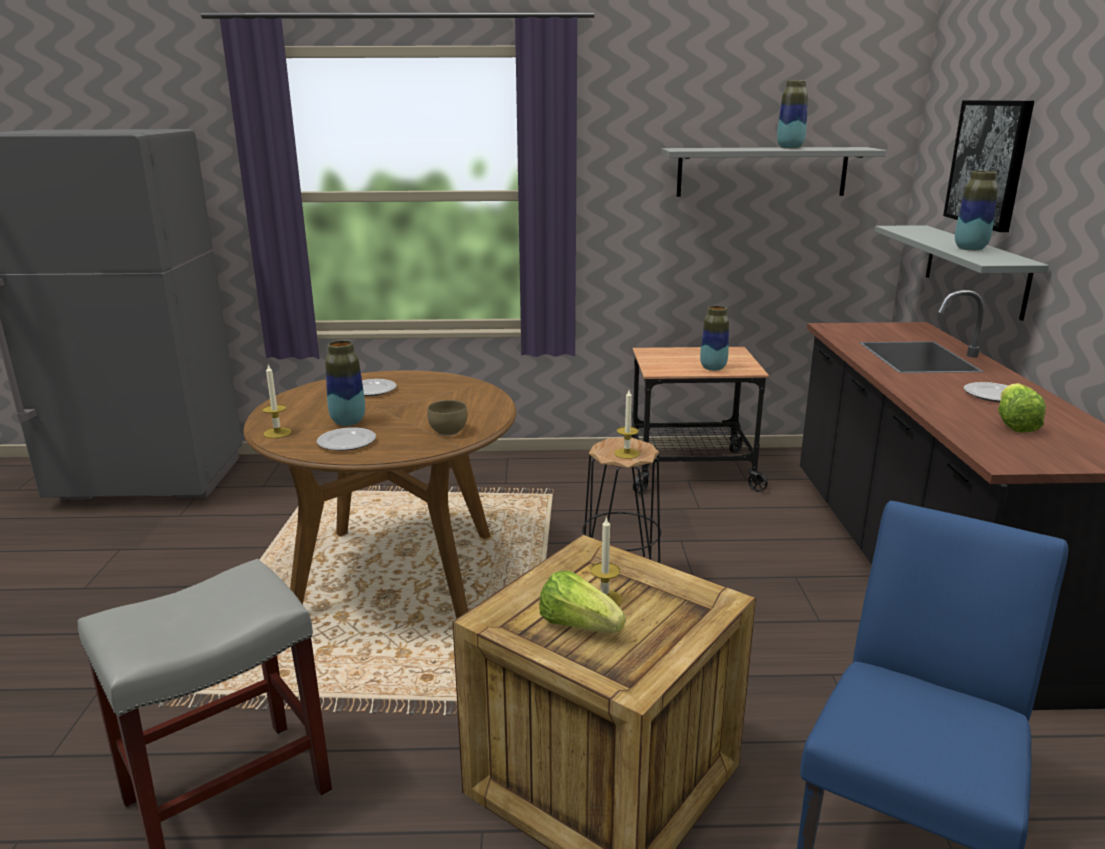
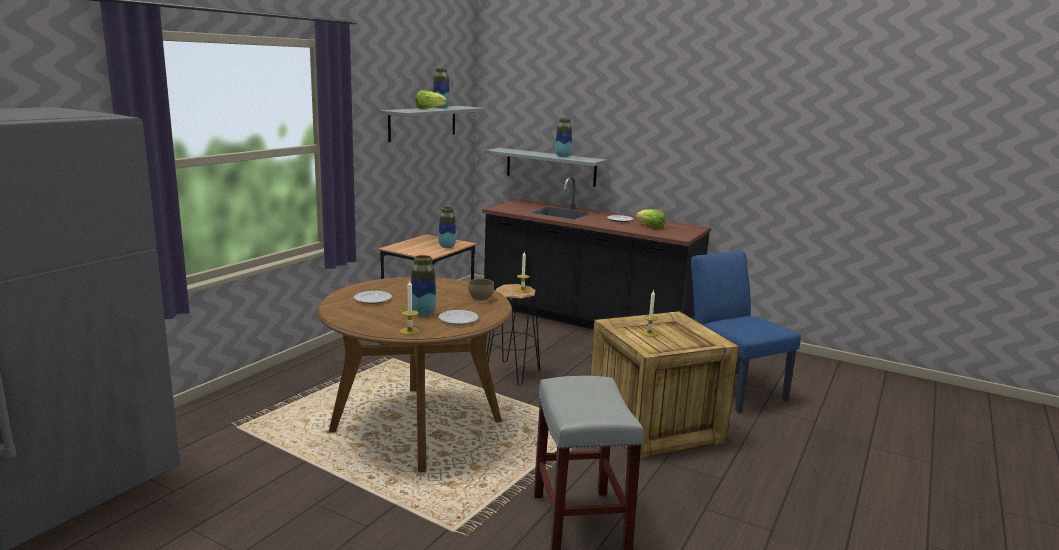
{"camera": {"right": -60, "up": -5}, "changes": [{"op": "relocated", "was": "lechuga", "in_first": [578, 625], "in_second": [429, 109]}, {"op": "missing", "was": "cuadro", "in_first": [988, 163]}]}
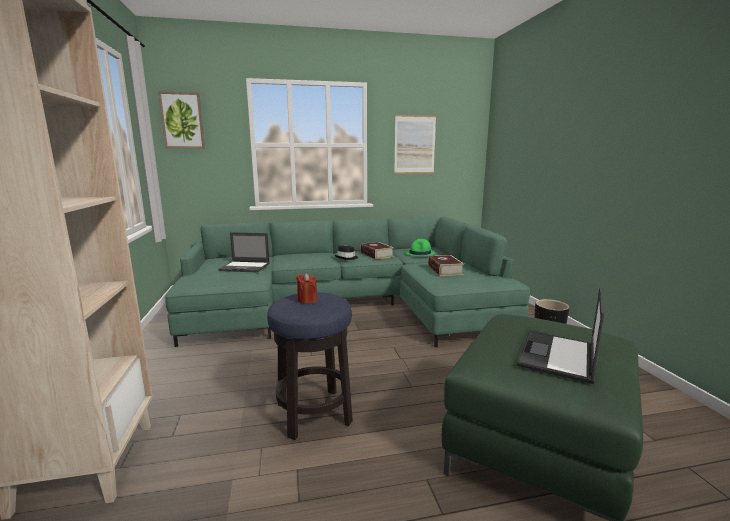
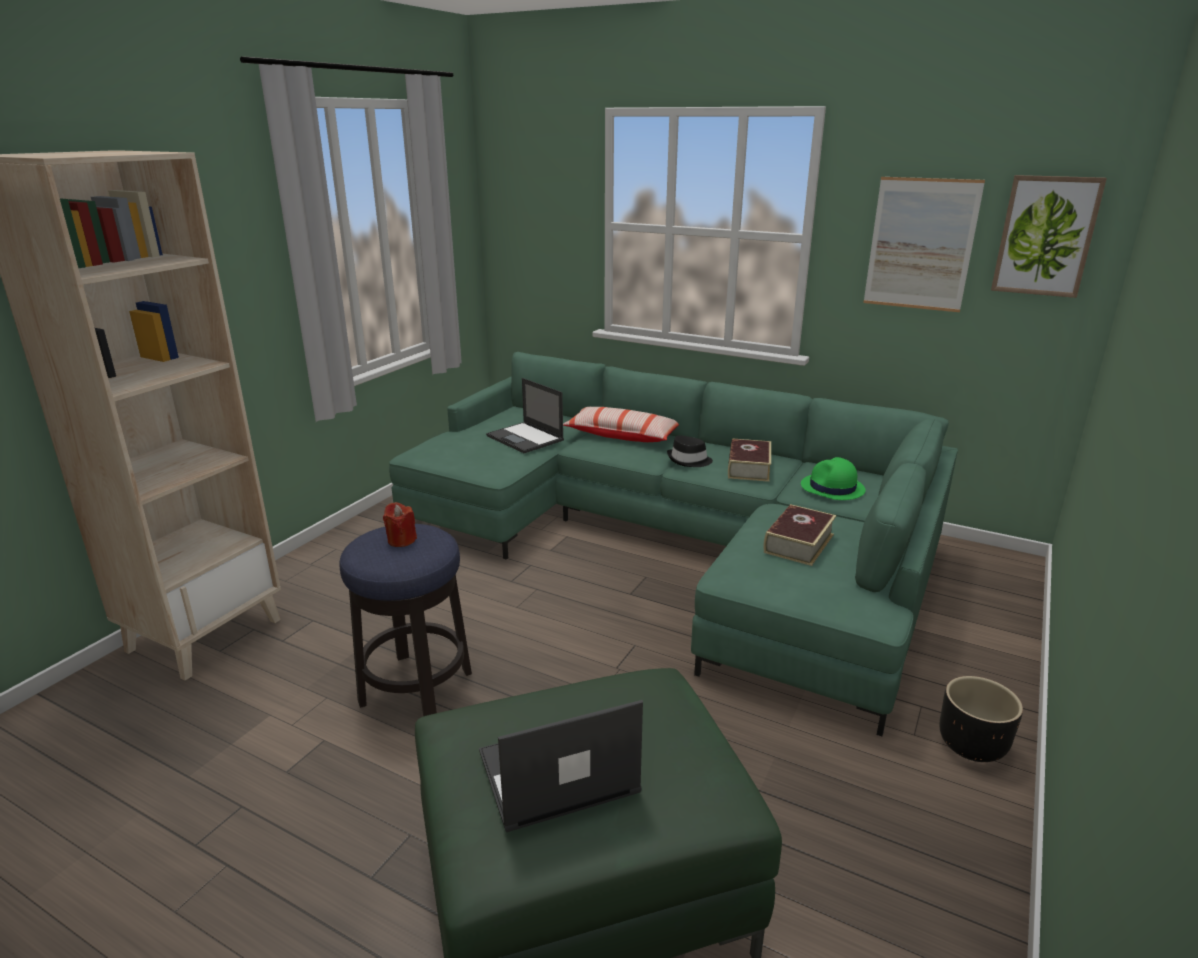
{"camera": {"right": 40, "up": 10}, "changes": [{"op": "appeared", "now": "cojín", "in_second": [622, 435]}, {"op": "relocated", "was": "cuadro", "in_first": [182, 120], "in_second": [1045, 236]}]}
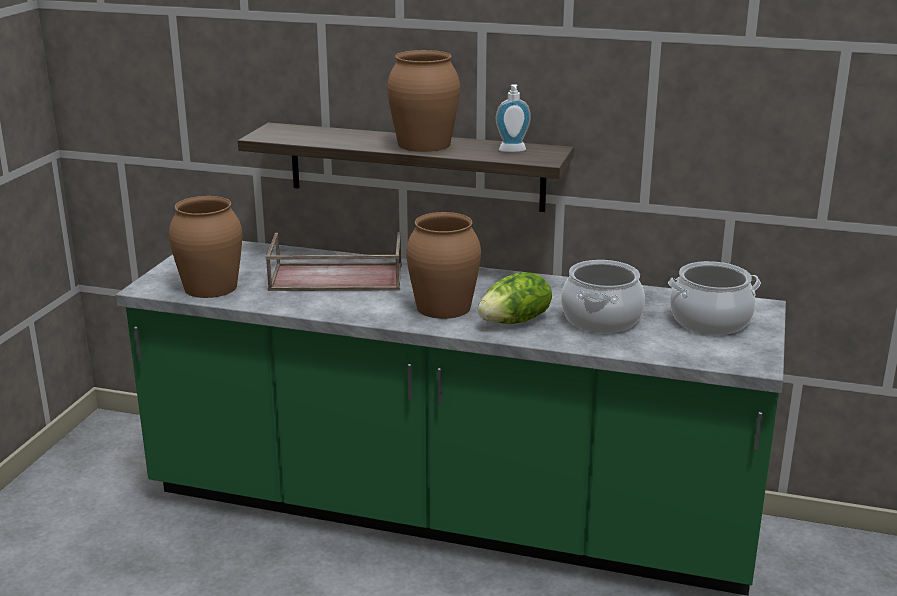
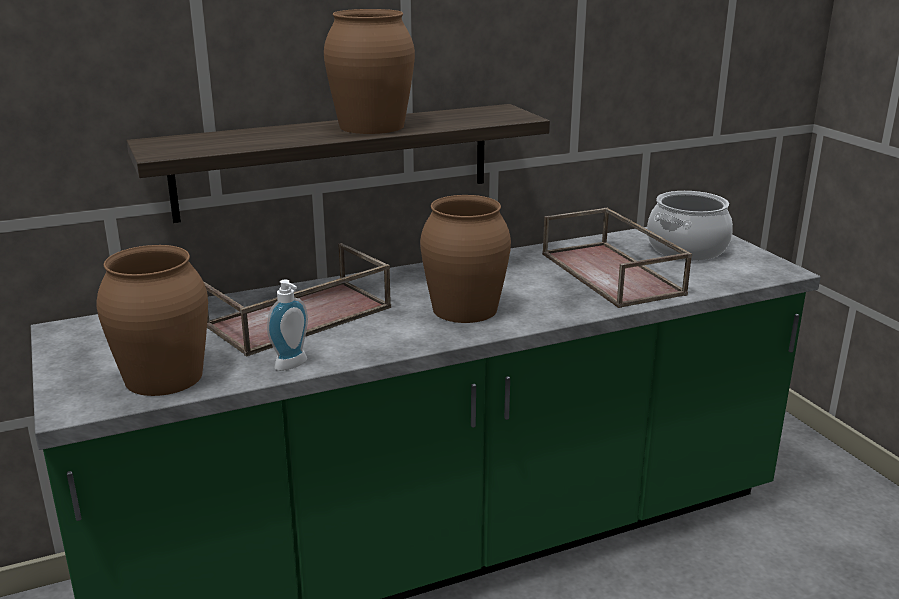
{"camera": {"right": -40, "up": 0}, "changes": [{"op": "relocated", "was": "dispensador de jabón", "in_first": [512, 151], "in_second": [293, 365]}, {"op": "exchanged", "was": "olla", "now": "bandeja/marrón", "in_first": [602, 319], "in_second": [613, 274]}, {"op": "missing", "was": "lechuga", "in_first": [515, 321]}]}
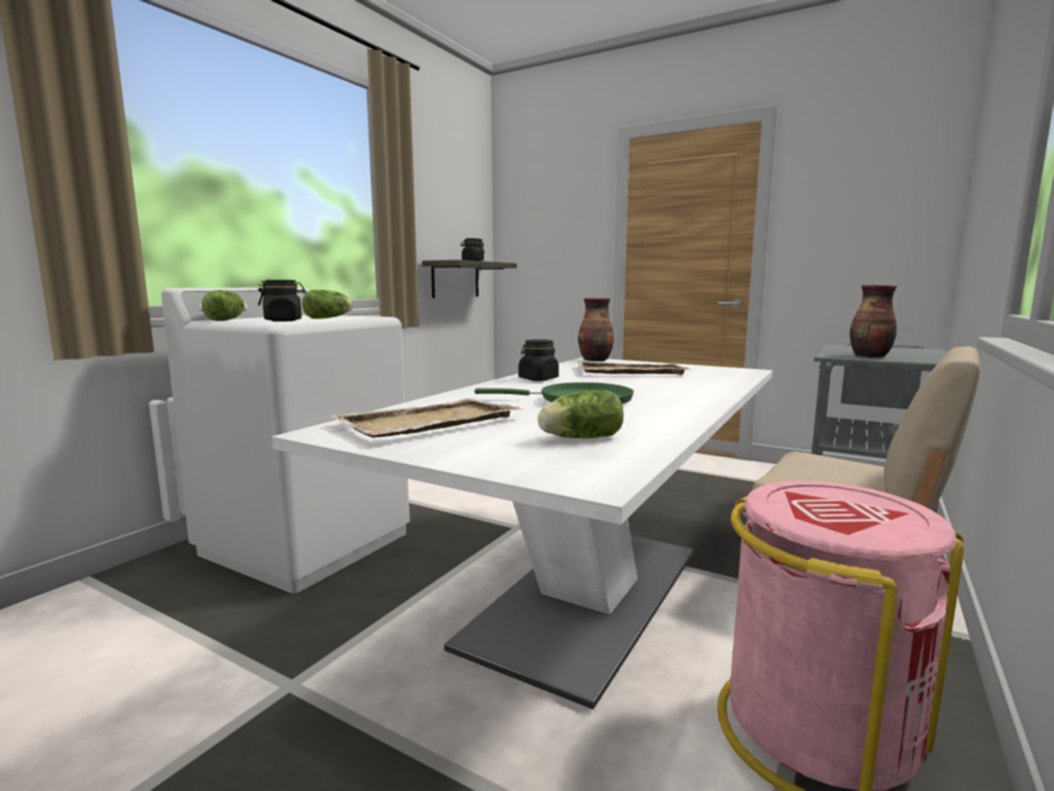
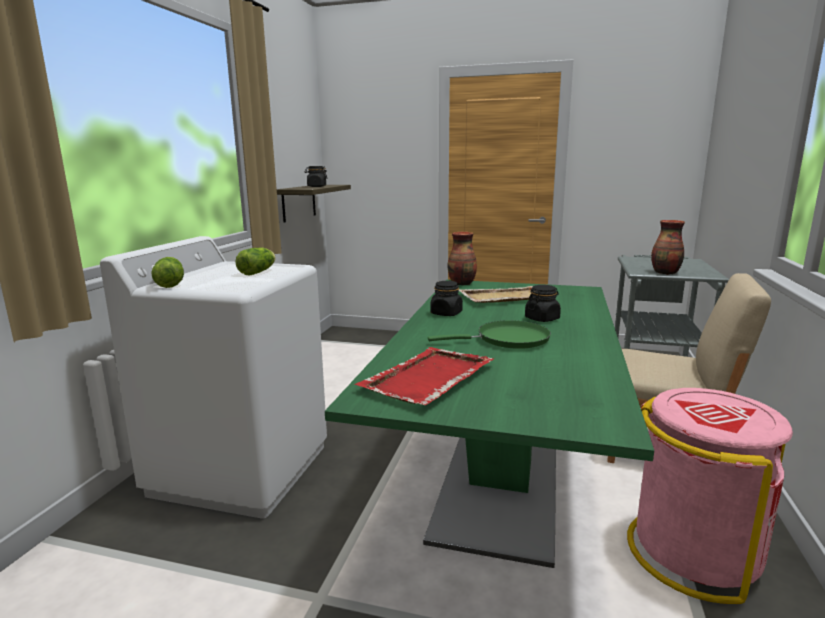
{"camera": {"right": -15, "up": 5}, "changes": [{"op": "colour", "was": "mesa de comedor/blanco", "now": "mesa de comedor/verde", "in_first": [587, 597], "in_second": [500, 480]}, {"op": "colour", "was": "bandeja/beis", "now": "bandeja/rojo", "in_first": [427, 422], "in_second": [427, 379]}, {"op": "relocated", "was": "tarro/negro", "in_first": [284, 320], "in_second": [542, 319]}, {"op": "missing", "was": "lechuga", "in_first": [578, 438]}]}
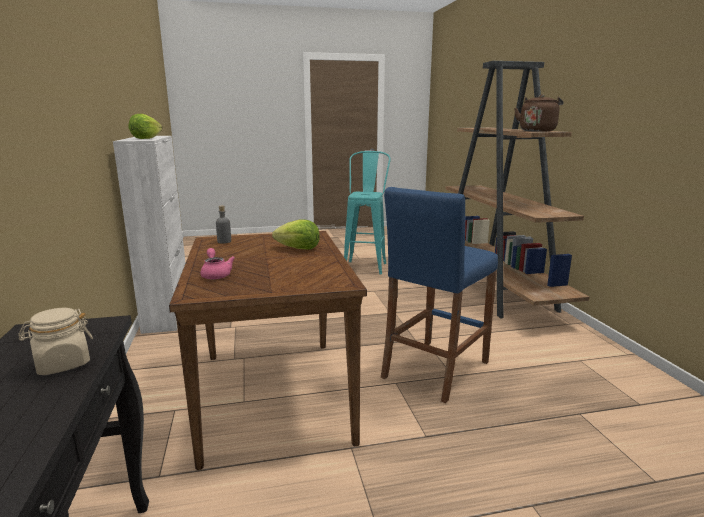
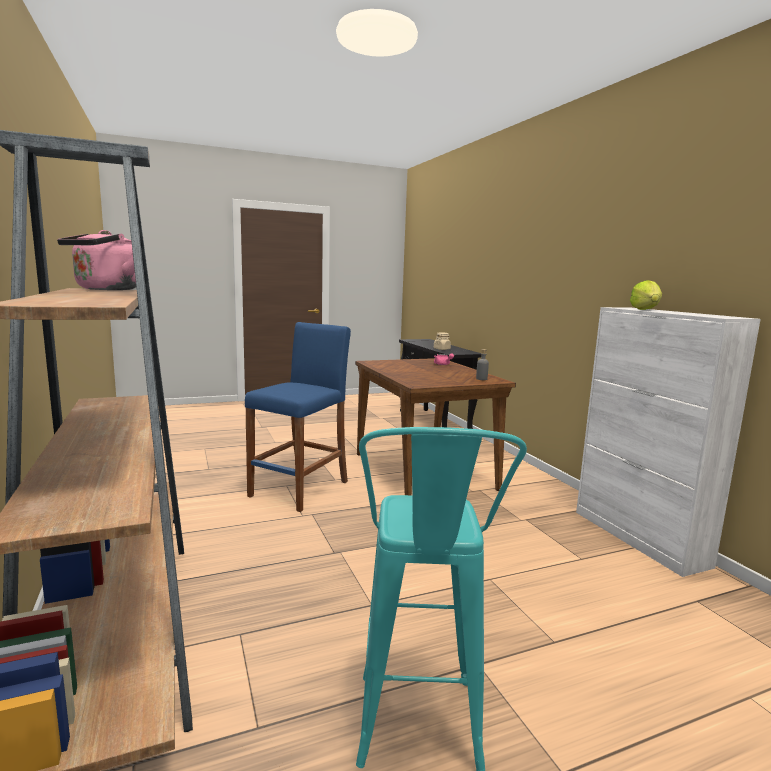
{"camera": {"right": 170, "up": -5}, "changes": [{"op": "colour", "was": "hervidor/marrón", "now": "hervidor/rosa", "in_first": [537, 131], "in_second": [105, 289]}, {"op": "missing", "was": "lechuga", "in_first": [298, 249]}]}
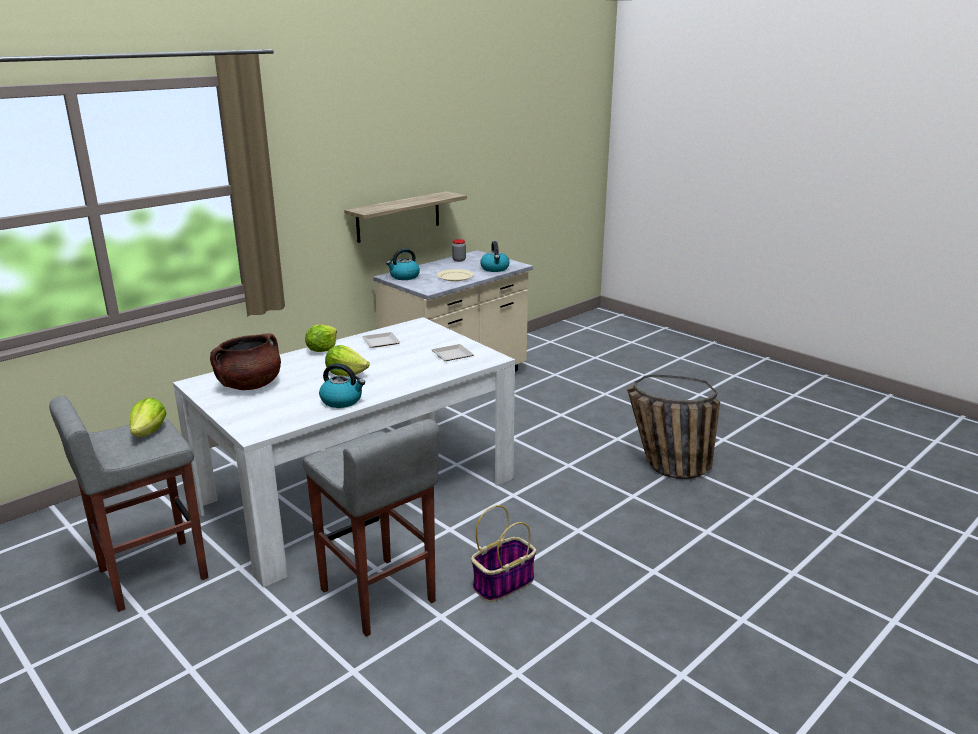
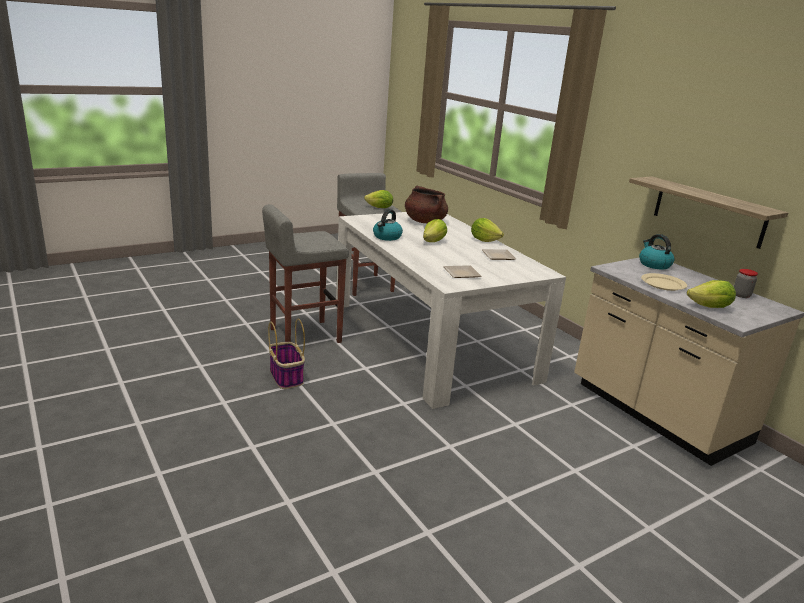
{"camera": {"right": 100, "up": 0}, "changes": [{"op": "exchanged", "was": "hervidor", "now": "lechuga", "in_first": [495, 269], "in_second": [710, 307]}, {"op": "missing", "was": "cesta", "in_first": [664, 467]}]}
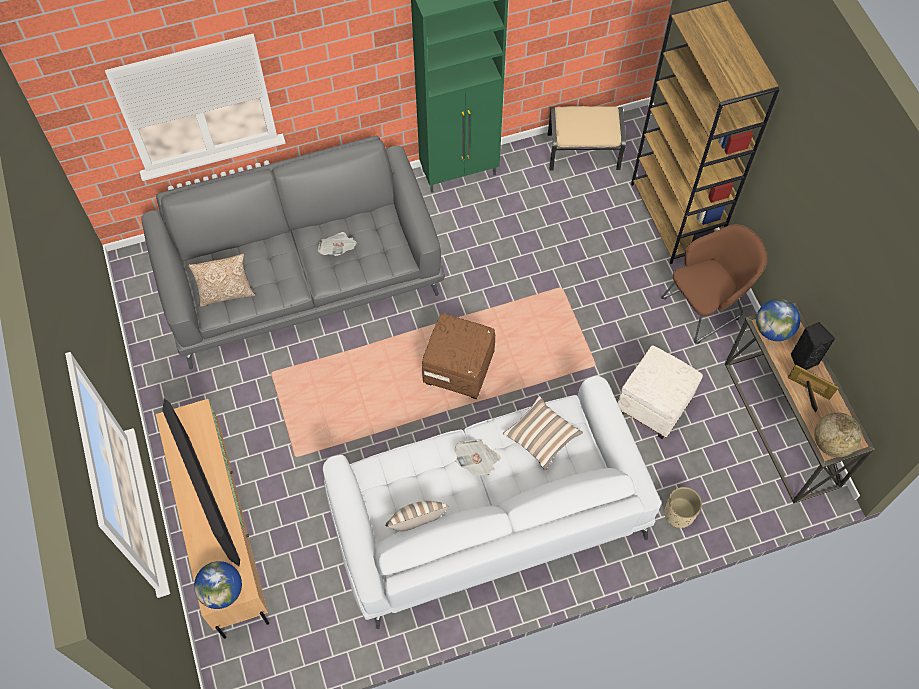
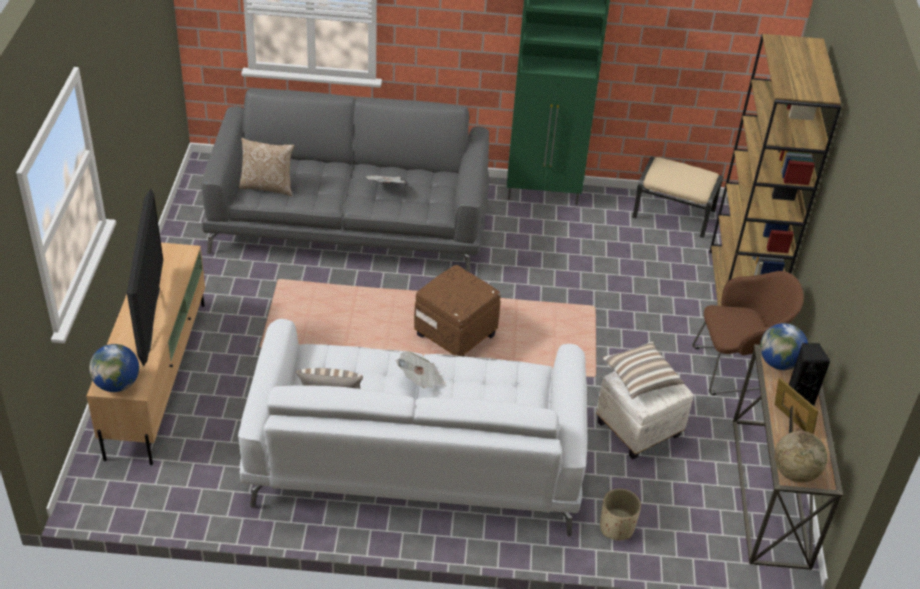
{"camera": {"right": 20, "up": -20}, "changes": [{"op": "relocated", "was": "cojín", "in_first": [541, 437], "in_second": [640, 379]}]}
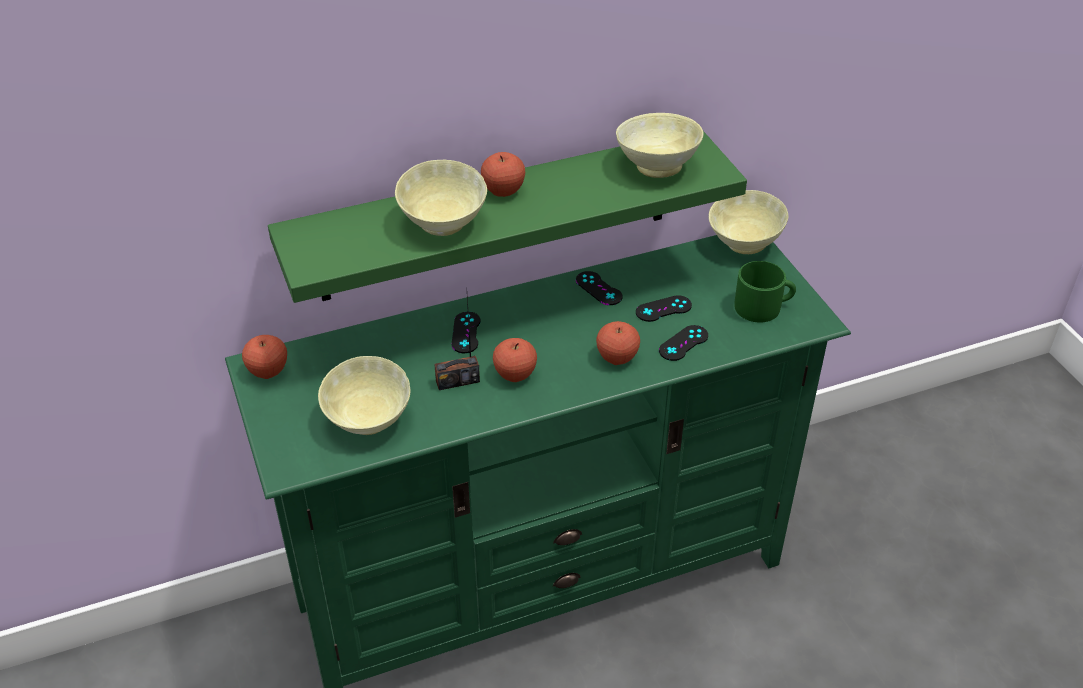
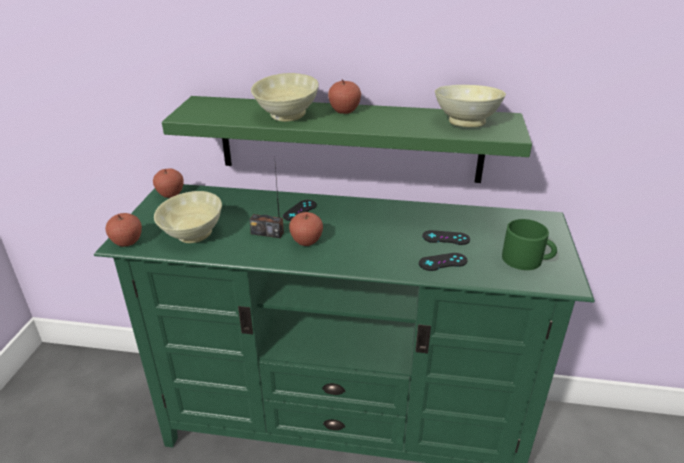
{"camera": {"right": 30, "up": -10}, "changes": [{"op": "relocated", "was": "manzana", "in_first": [617, 357], "in_second": [127, 242]}, {"op": "missing", "was": "mando de consola/negro", "in_first": [598, 288]}, {"op": "missing", "was": "cuenco/beis", "in_first": [743, 243]}]}
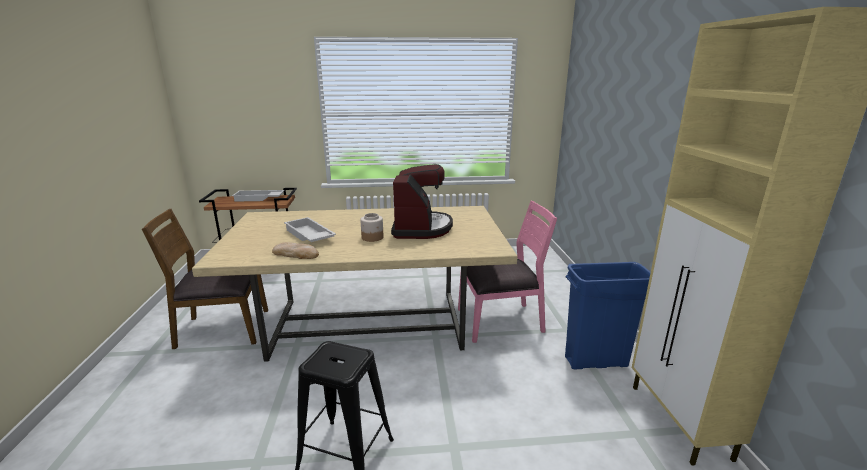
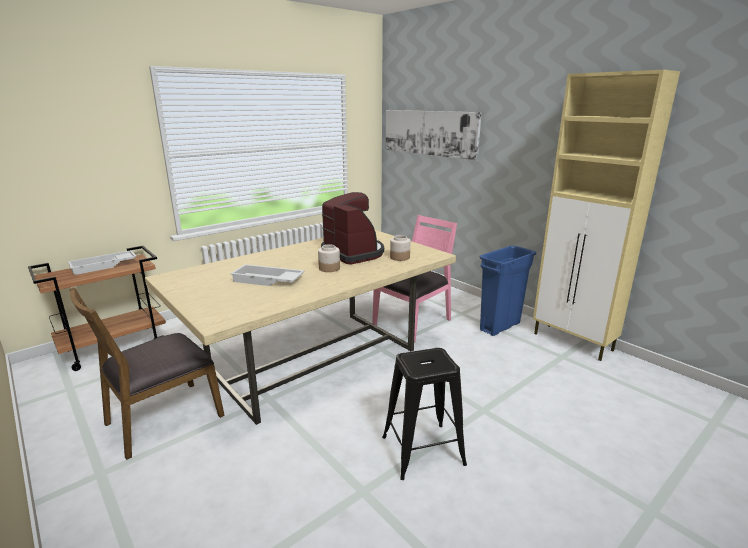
{"camera": {"right": -35, "up": 0}, "changes": [{"op": "appeared", "now": "cuadro", "in_second": [429, 133]}, {"op": "appeared", "now": "tarro", "in_second": [399, 257]}, {"op": "missing", "was": "pan", "in_first": [296, 254]}]}
